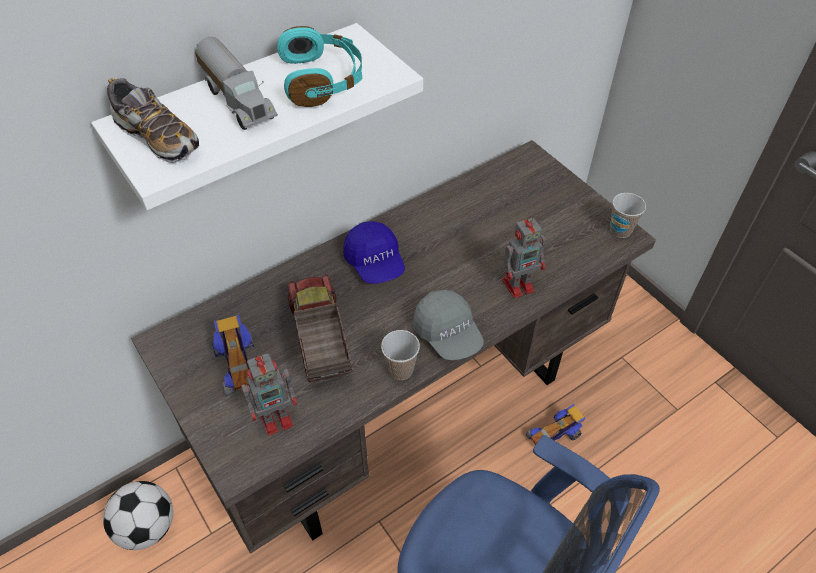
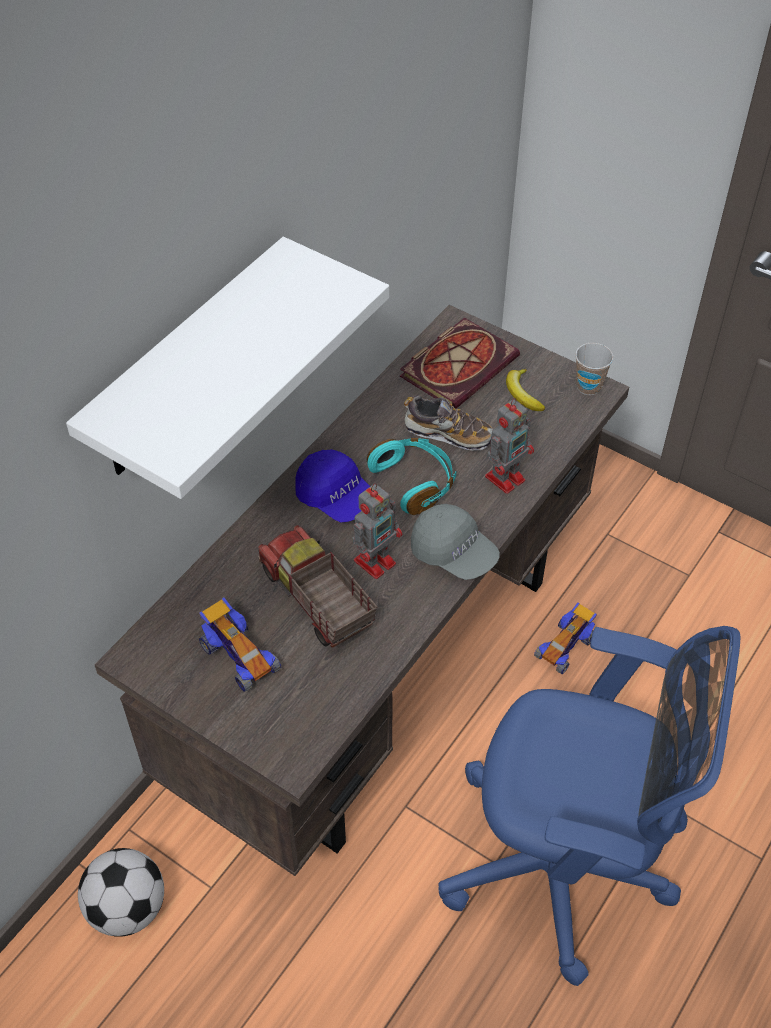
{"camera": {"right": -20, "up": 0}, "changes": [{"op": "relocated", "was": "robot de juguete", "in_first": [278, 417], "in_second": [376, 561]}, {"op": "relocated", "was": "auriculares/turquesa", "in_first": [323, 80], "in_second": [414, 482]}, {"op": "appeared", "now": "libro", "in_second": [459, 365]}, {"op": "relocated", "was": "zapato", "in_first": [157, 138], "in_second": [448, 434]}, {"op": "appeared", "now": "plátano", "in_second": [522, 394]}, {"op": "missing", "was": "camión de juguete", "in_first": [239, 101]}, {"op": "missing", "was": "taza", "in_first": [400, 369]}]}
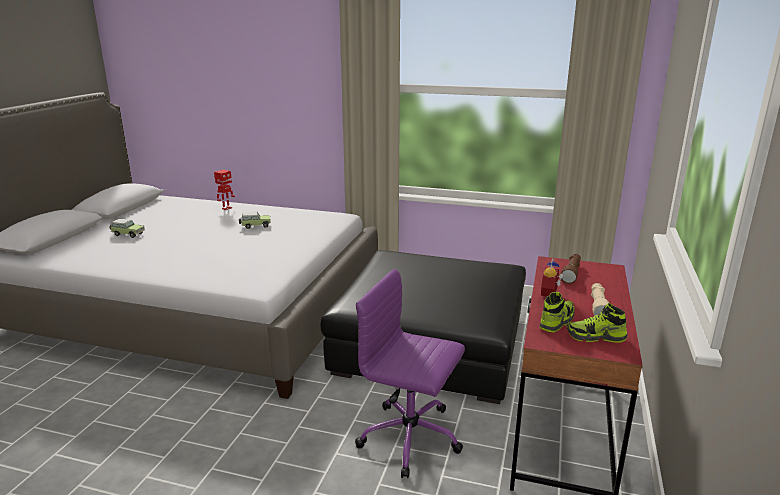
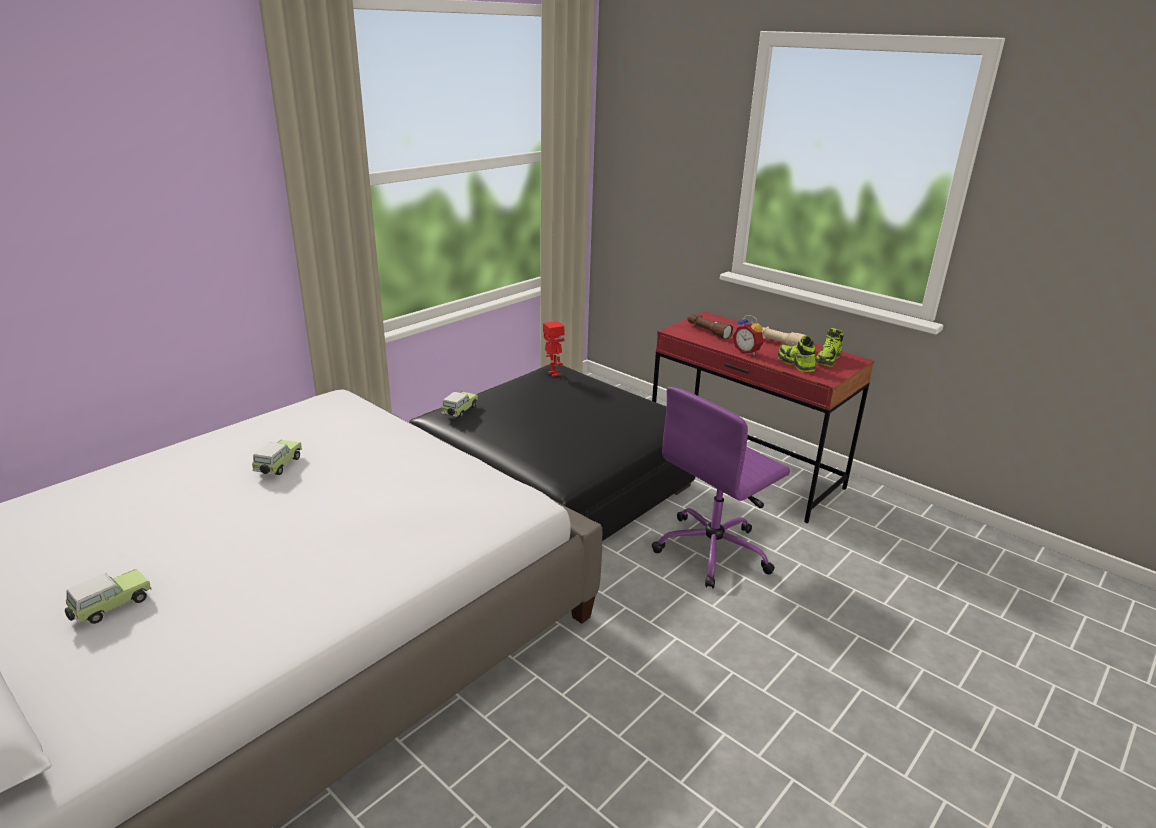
{"camera": {"right": -65, "up": 5}, "changes": [{"op": "appeared", "now": "coche de juguete", "in_second": [459, 412]}, {"op": "relocated", "was": "robot de juguete", "in_first": [226, 208], "in_second": [553, 374]}]}
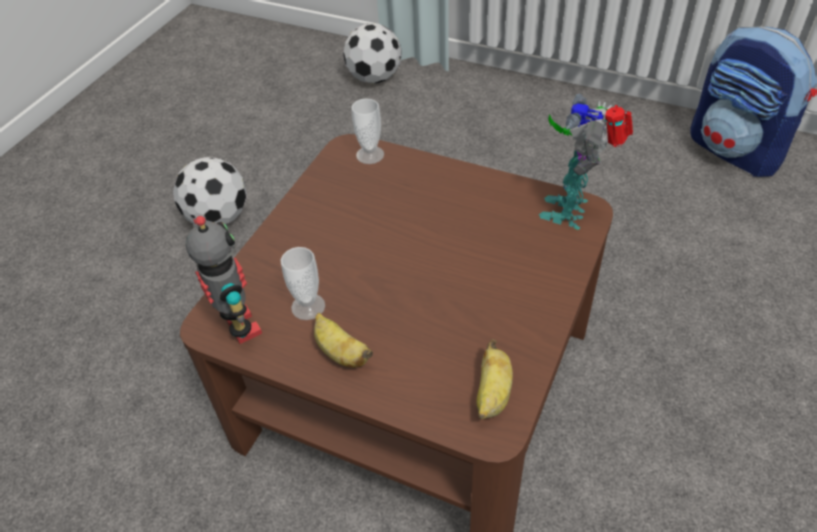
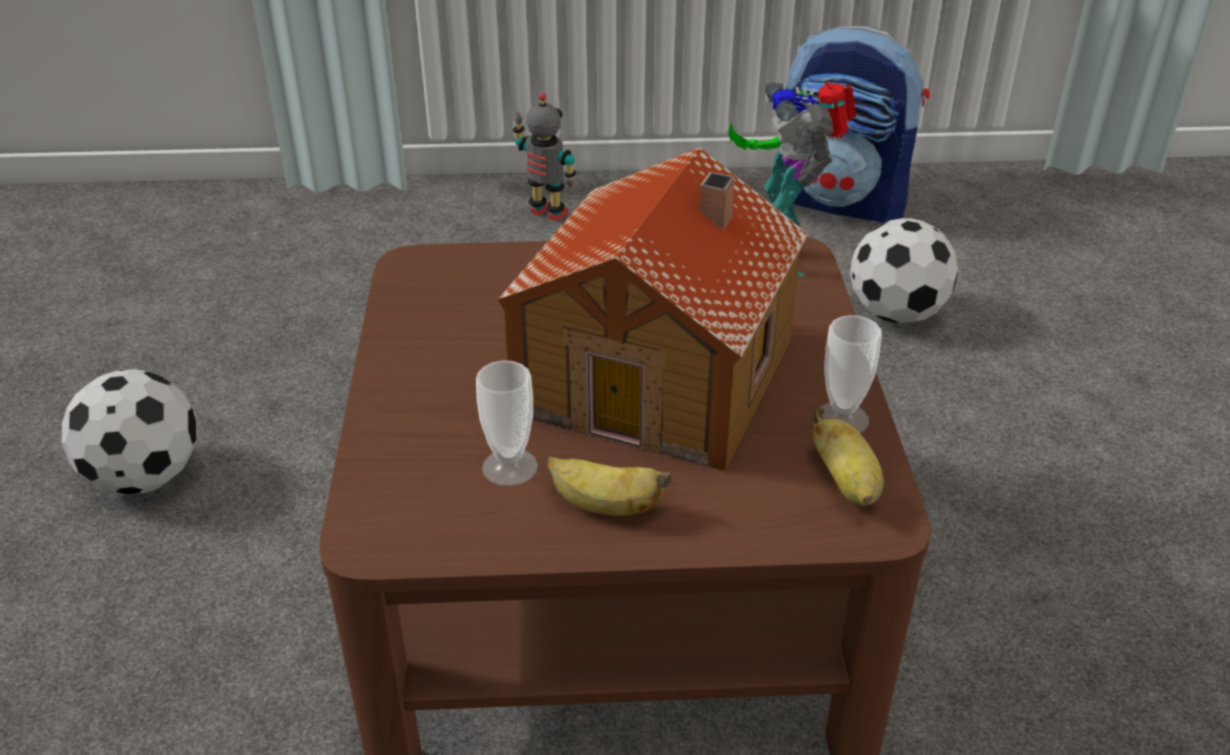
{"camera": {"right": -30, "up": -10}, "changes": [{"op": "appeared", "now": "casita", "in_second": [662, 375]}, {"op": "relocated", "was": "robot de juguete", "in_first": [239, 327], "in_second": [547, 214]}, {"op": "relocated", "was": "taza", "in_first": [370, 155], "in_second": [842, 419]}, {"op": "relocated", "was": "balón de fútbol", "in_first": [375, 78], "in_second": [897, 313]}]}
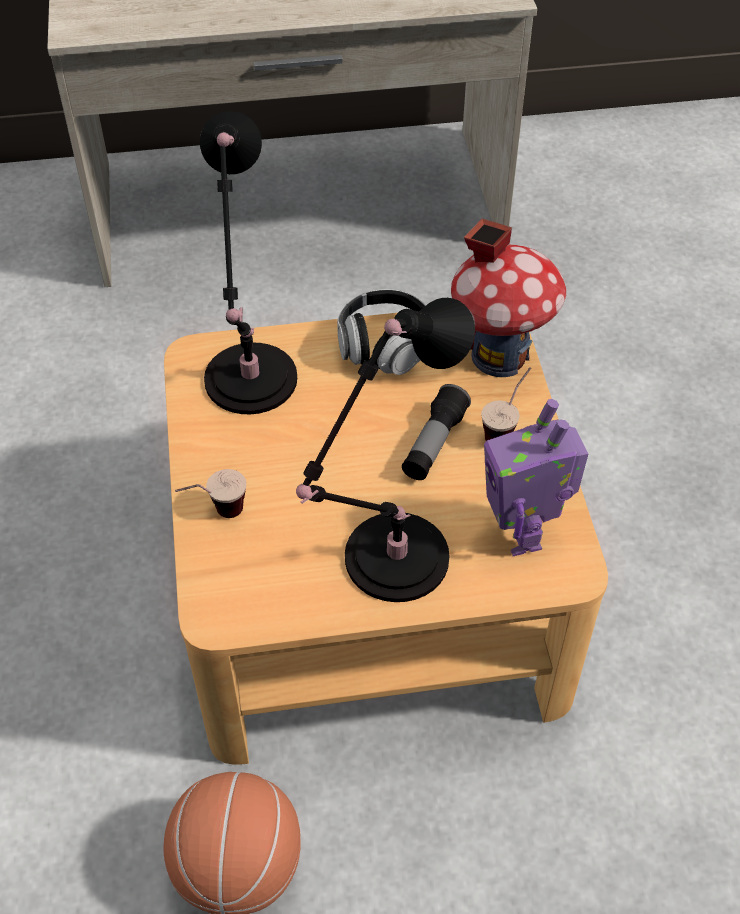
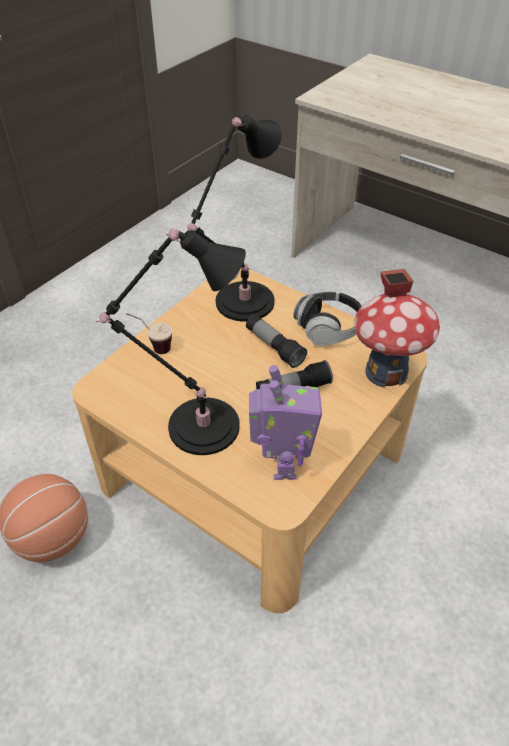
{"camera": {"right": 45, "up": -5}, "changes": [{"op": "appeared", "now": "linterna", "in_second": [274, 347]}, {"op": "spun", "was": "robot de juguete", "in_first": [522, 533], "in_second": [281, 465], "clockwise": 150}, {"op": "missing", "was": "taza", "in_first": [505, 429]}]}
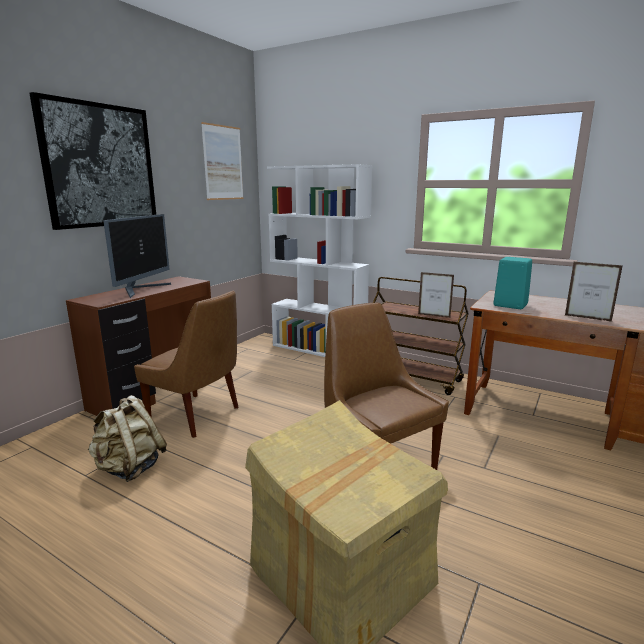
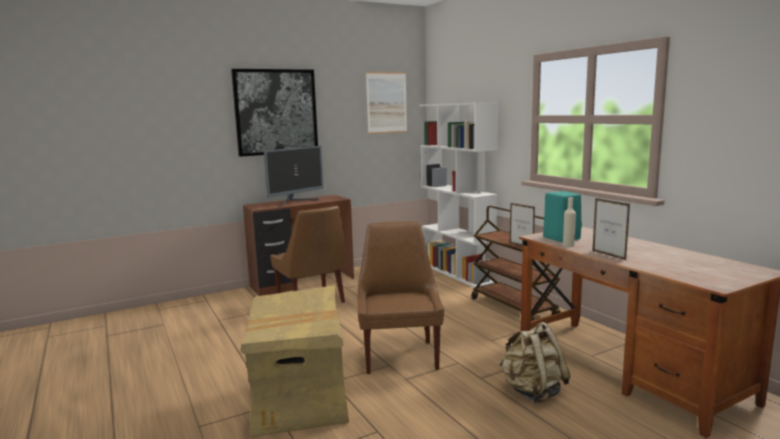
{"camera": {"right": 30, "up": -5}, "changes": [{"op": "relocated", "was": "mochila/beis", "in_first": [129, 468], "in_second": [532, 392]}, {"op": "appeared", "now": "botella/beis", "in_second": [568, 245]}]}
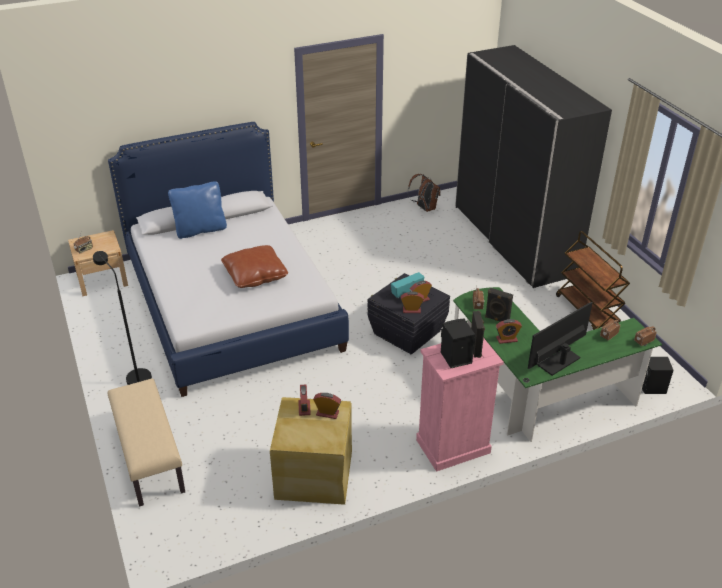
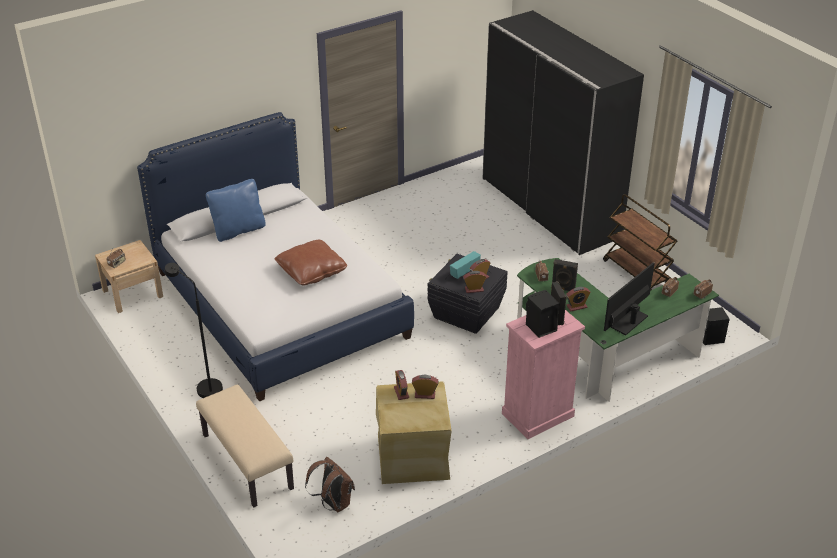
{"camera": {"right": -10, "up": 0}, "changes": [{"op": "relocated", "was": "mochila/marrón", "in_first": [424, 208], "in_second": [333, 503]}]}
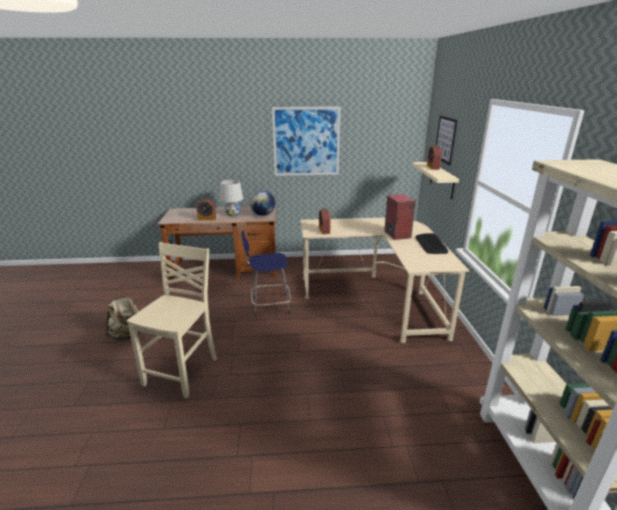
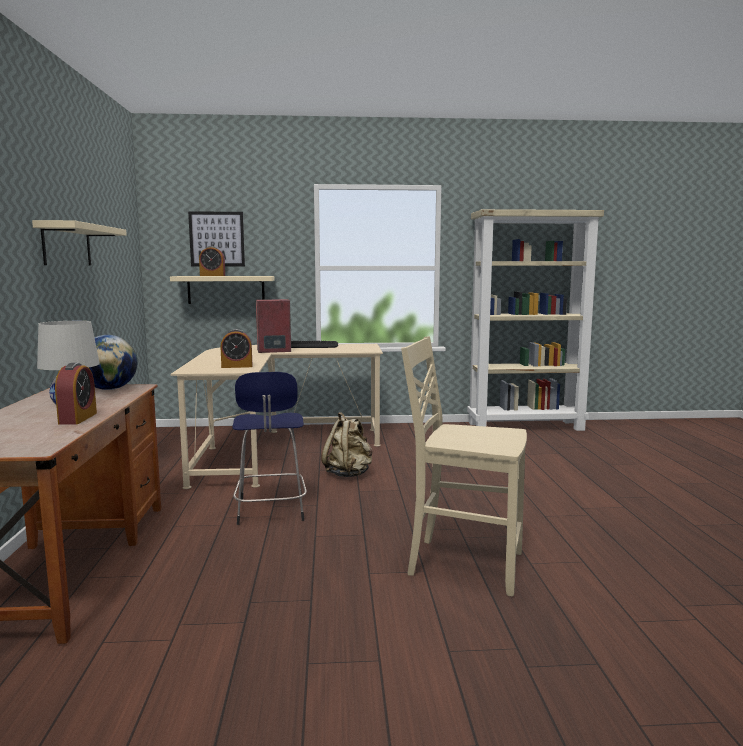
{"camera": {"right": -90, "up": -15}, "changes": [{"op": "exchanged", "was": "cuadro", "now": "estante/beis", "in_first": [306, 142], "in_second": [67, 245]}, {"op": "relocated", "was": "mochila/beis", "in_first": [128, 335], "in_second": [349, 474]}]}
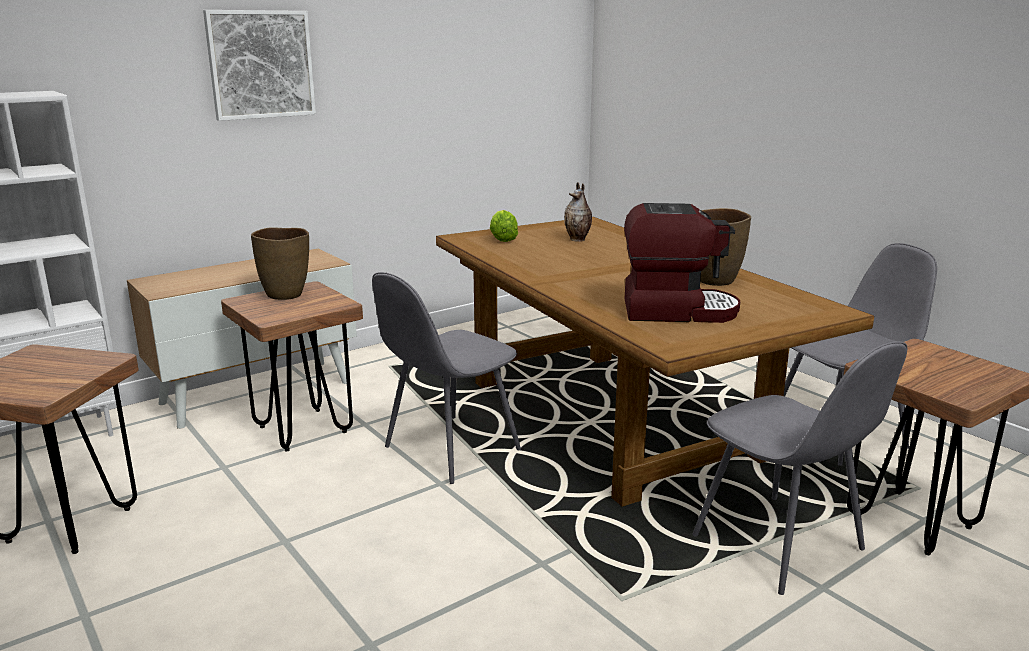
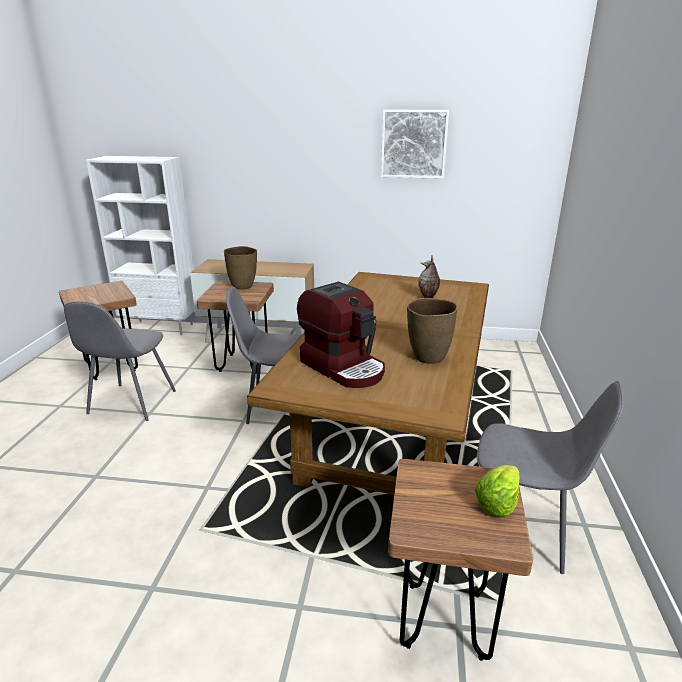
{"camera": {"right": 45, "up": 5}, "changes": [{"op": "relocated", "was": "silla/gris", "in_first": [781, 545], "in_second": [131, 403]}, {"op": "relocated", "was": "cuadro", "in_first": [261, 64], "in_second": [413, 144]}, {"op": "relocated", "was": "lechuga", "in_first": [503, 239], "in_second": [497, 503]}]}
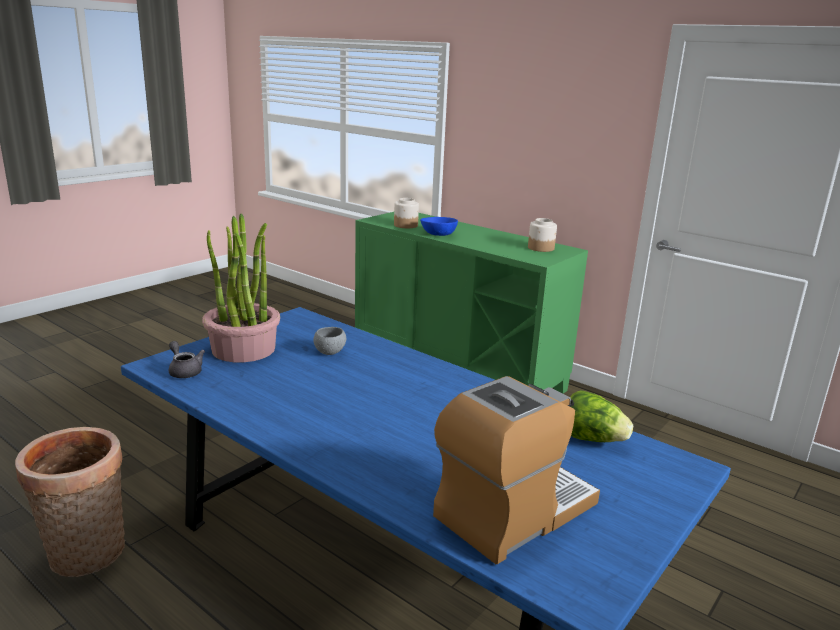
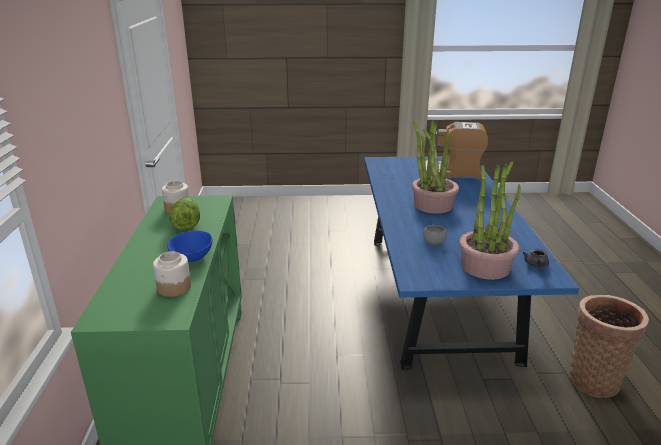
{"camera": {"right": -130, "up": 5}, "changes": [{"op": "relocated", "was": "lechuga", "in_first": [592, 439], "in_second": [186, 224]}, {"op": "appeared", "now": "planta en maceta", "in_second": [432, 205]}]}
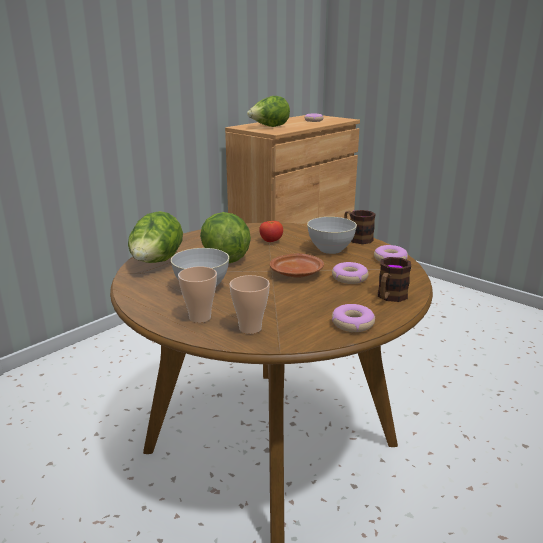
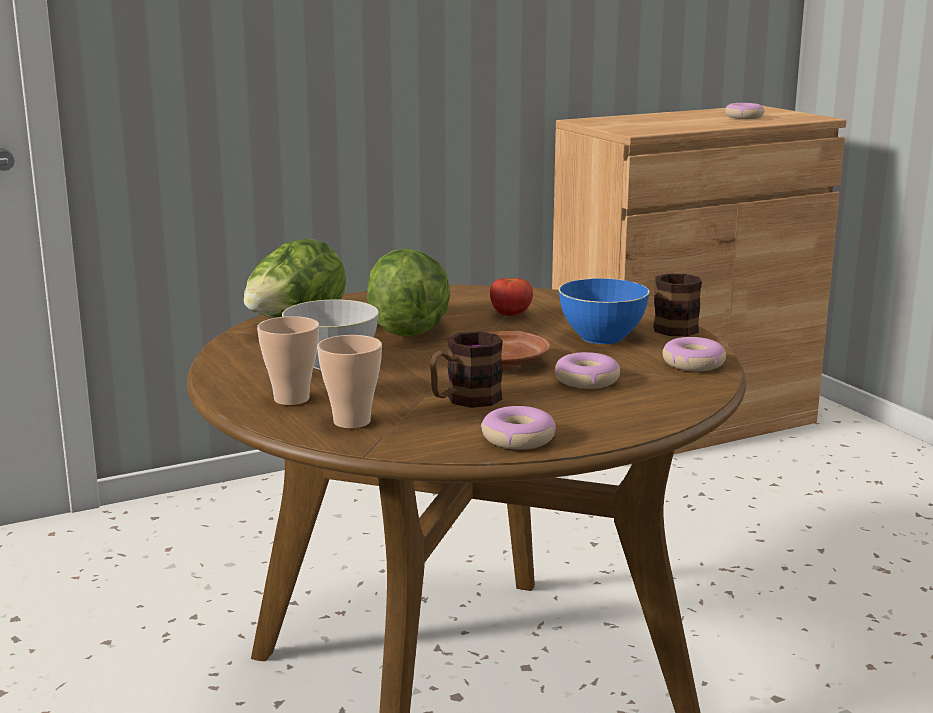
{"camera": {"right": 20, "up": -5}, "changes": [{"op": "relocated", "was": "taza grande", "in_first": [389, 297], "in_second": [464, 400]}, {"op": "colour", "was": "cuenco/gris", "now": "cuenco/azul", "in_first": [330, 249], "in_second": [602, 337]}, {"op": "missing", "was": "lechuga", "in_first": [269, 127]}]}
